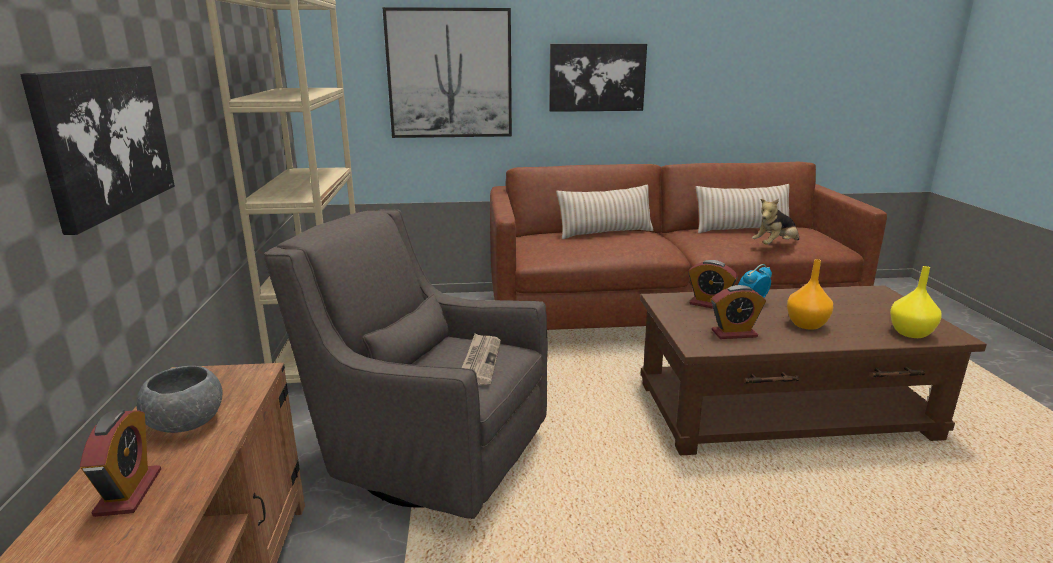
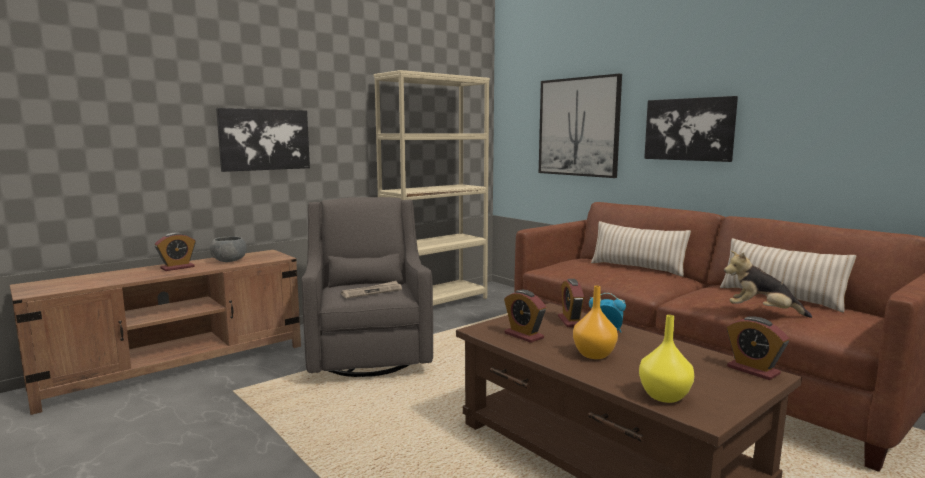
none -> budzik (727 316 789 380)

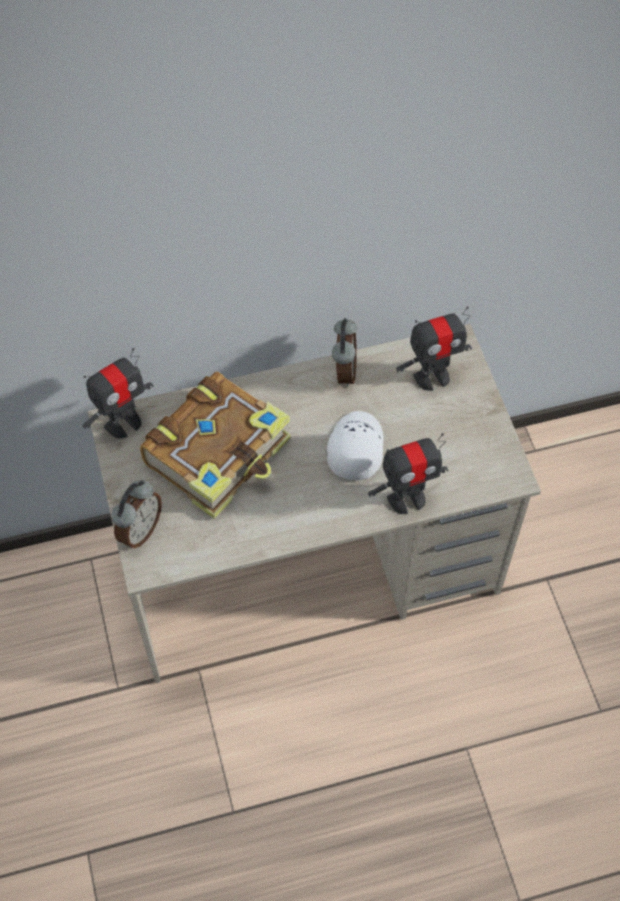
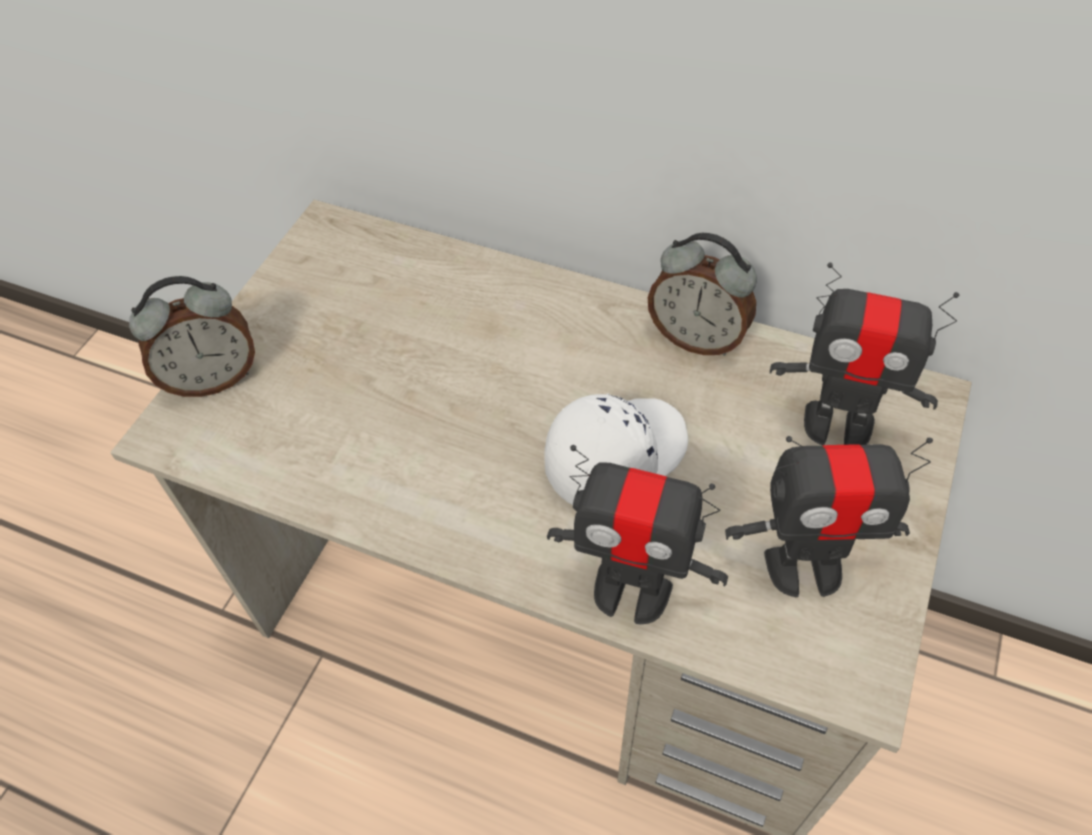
budzik (332 318 357 387) -> budzik (648 233 757 356), 75 degrees clockwise
robot zabawkowy (83 348 154 439) -> robot zabawkowy (725 436 933 597), moved
książka (140 371 291 519) -> none

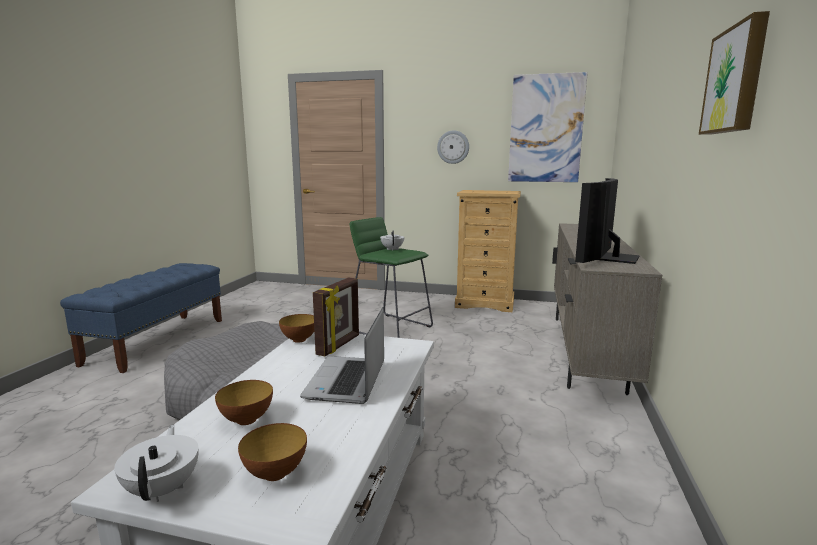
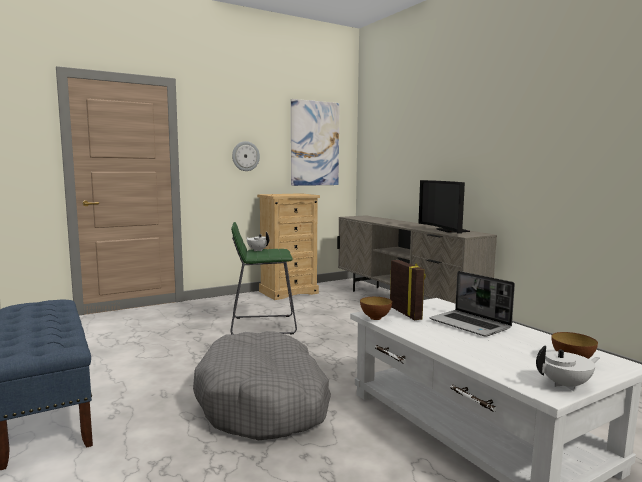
obraz (699 11 770 135) -> none
miska (215 380 273 425) -> none
imbryk [biały] (114 425 199 502) -> imbryk [biały] (536 345 600 391), 135 degrees clockwise

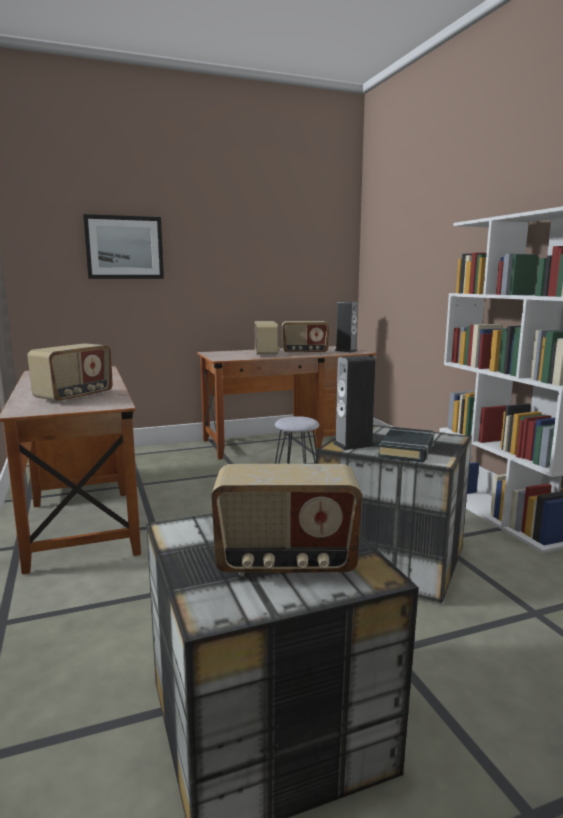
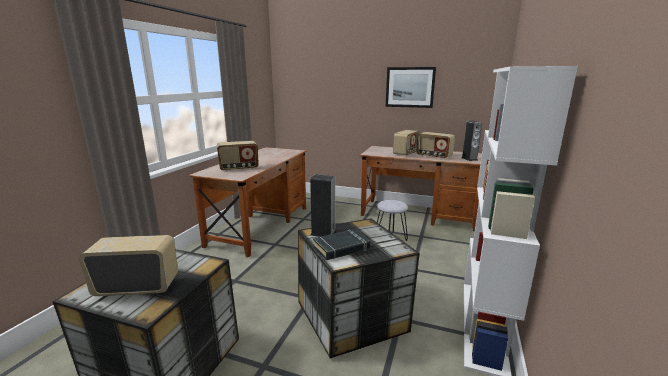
obraz (83 214 164 279) -> obraz (386 67 436 108), moved
radio (211 464 362 576) -> radio (79 235 178 296), 135 degrees clockwise

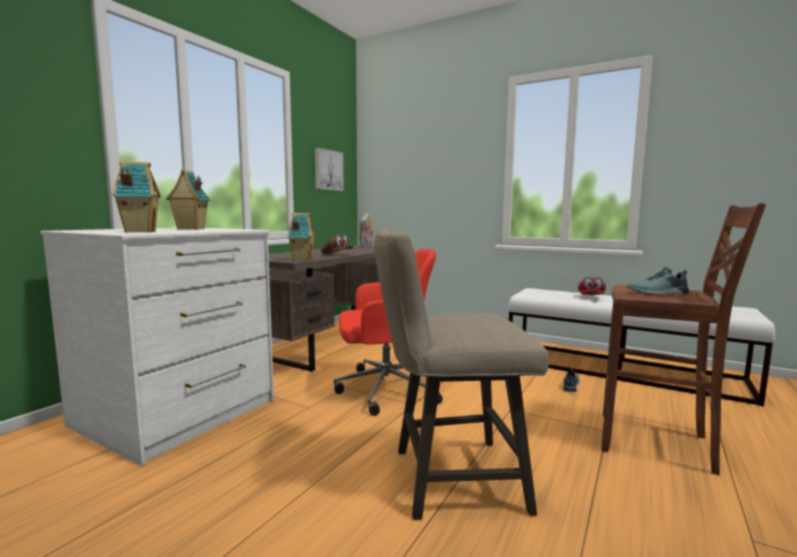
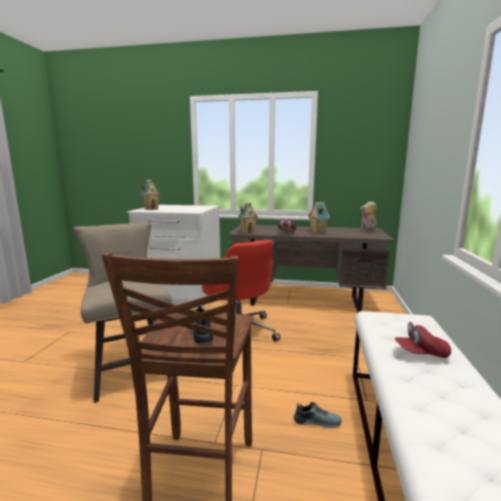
obraz (315 148 344 191) -> none
domek (166 169 211 230) -> domek (308 202 330 234), moved

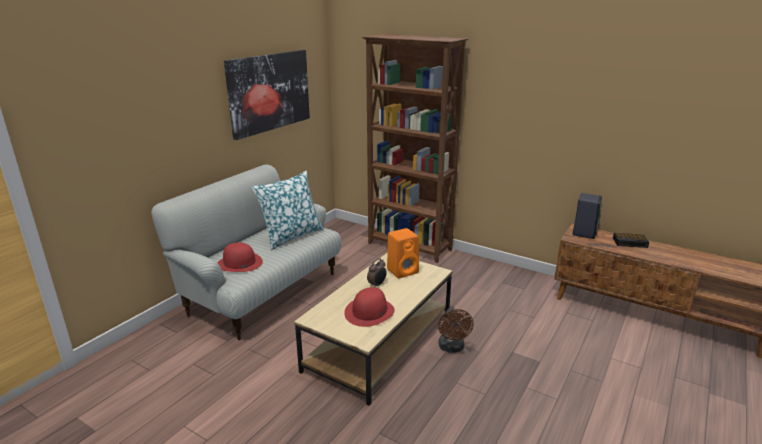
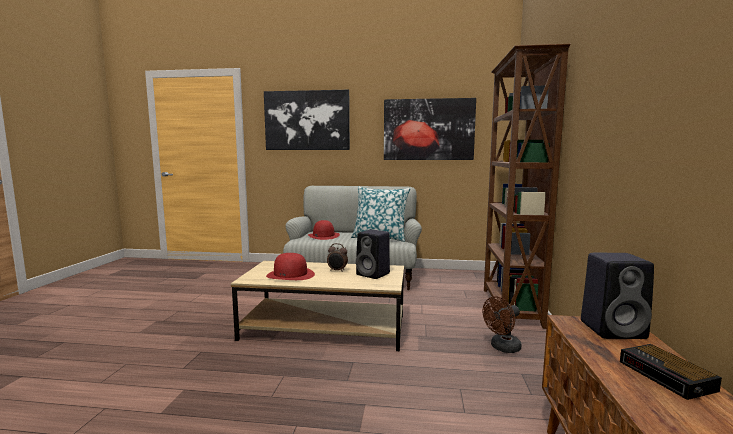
głośnik [pomarańczowy] (387 228 419 278) -> głośnik [czarny] (356 229 390 279)
wentylator [brązowy] (438 308 474 353) -> wentylator [brązowy] (482 296 521 353), moved
none -> obraz (264 90 350 150)

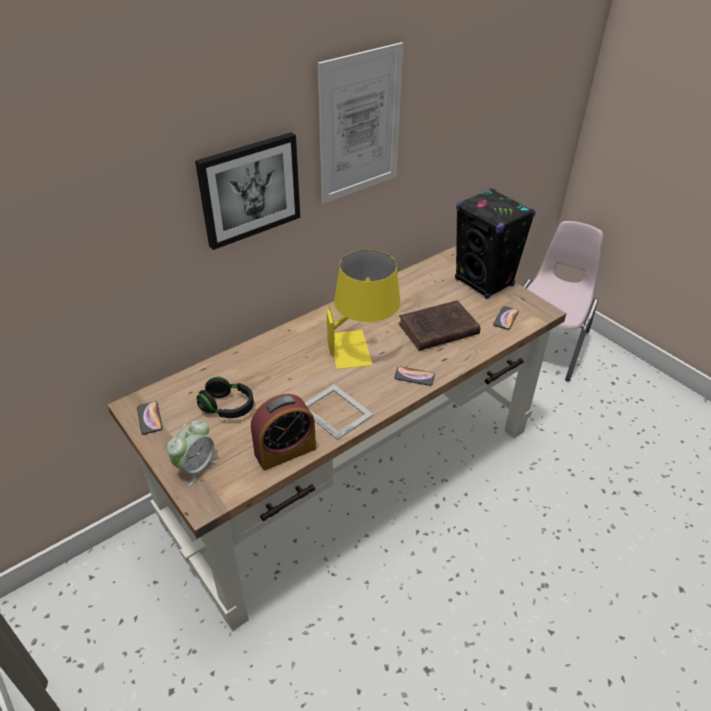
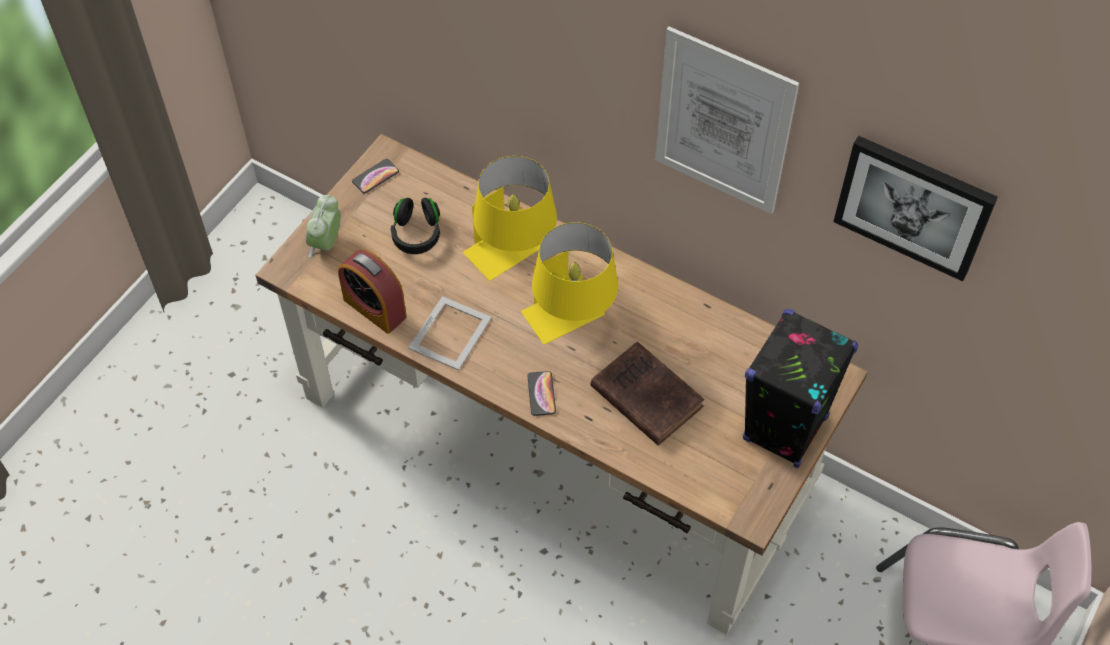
obraz (195 132 300 250) -> obraz (833 136 998 281), moved
telefon (493 306 519 330) -> none
budzik (167 420 218 486) -> budzik (306 195 341 258), 90 degrees clockwise
none -> lampa stołowa [żółty] (463 156 557 281)

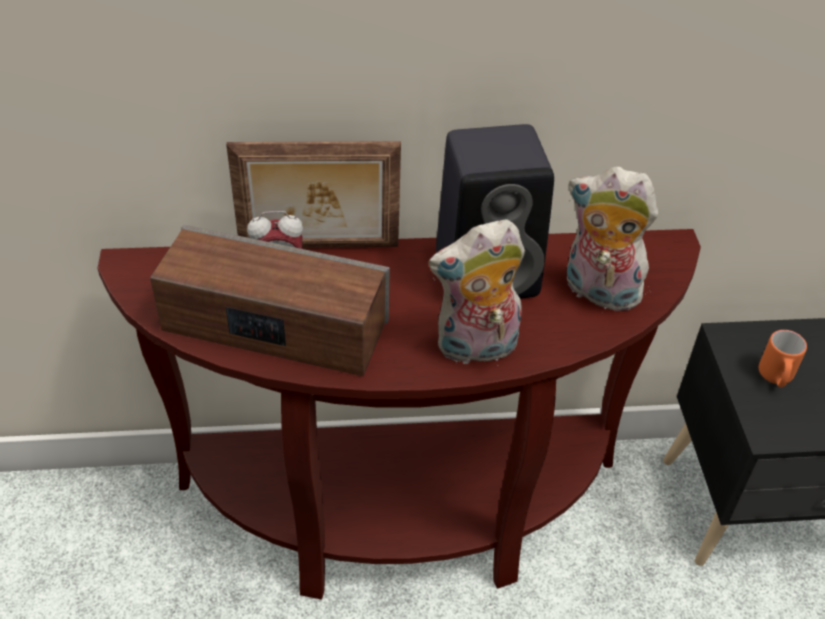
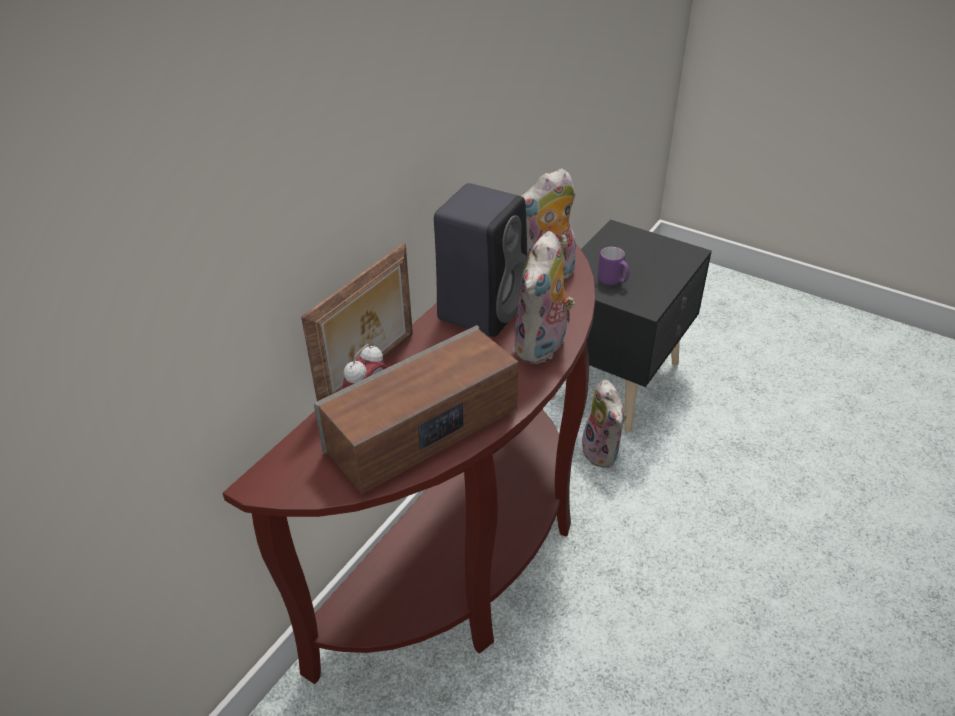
kubek [pomarańczowy] (759 330 807 387) -> kubek [fioletowy] (598 247 630 285)
none -> pluszak (582 380 627 468)

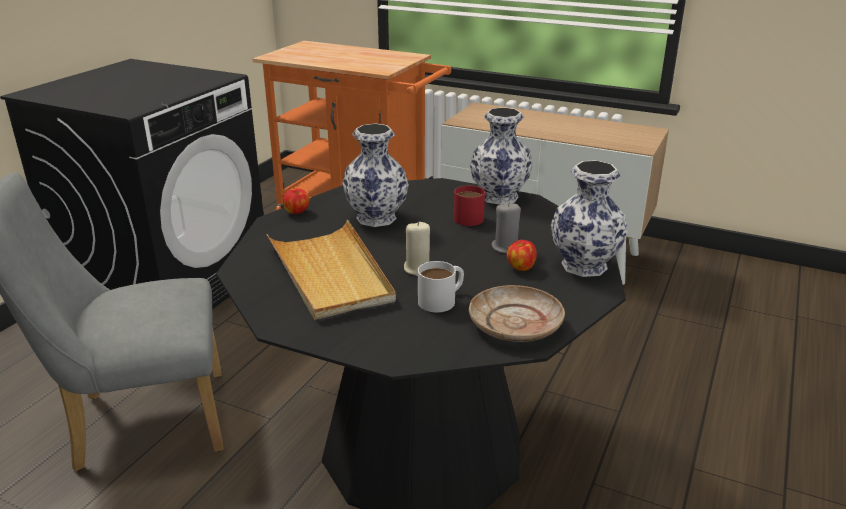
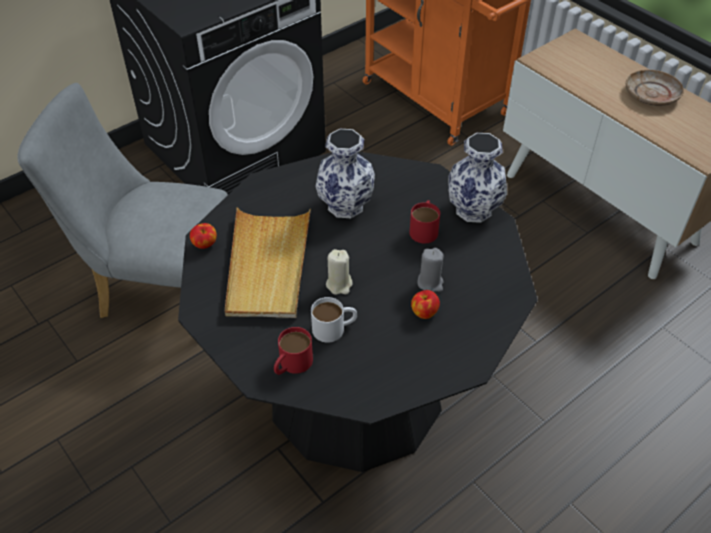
wazon (551 160 628 277) -> none
jabłko (283 188 310 214) -> jabłko (190 223 217 249), moved
talerz [beżowy] (469 285 565 342) -> talerz [beżowy] (626 70 684 106), moved
none -> kubek [czerwony] (274 327 313 375)

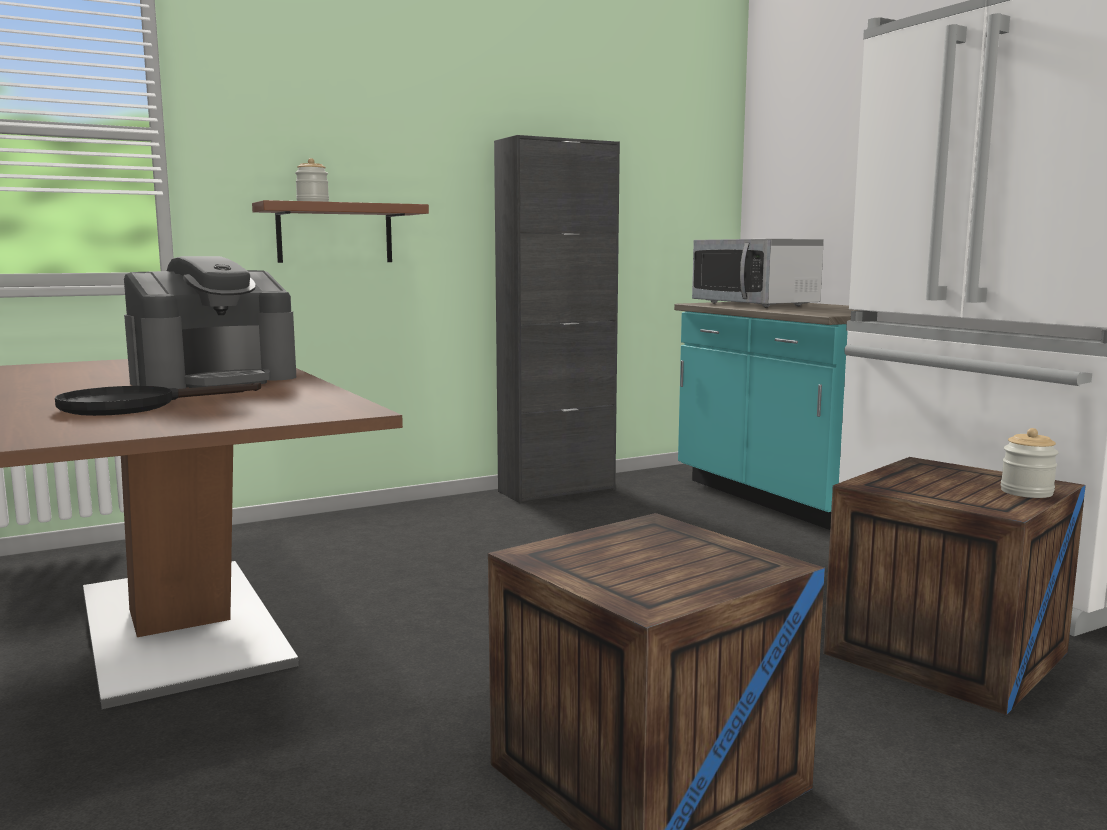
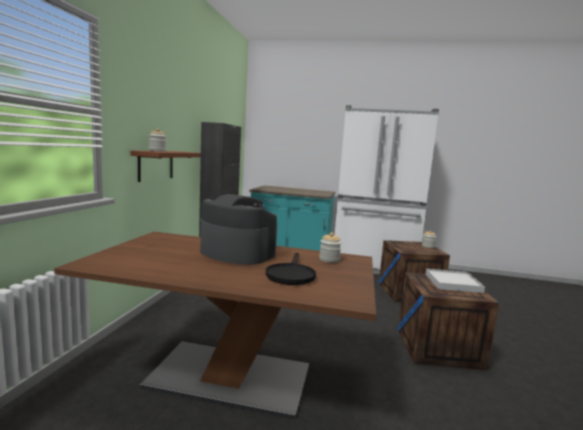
mikrofalówka (692 239 824 308) -> none
ekspres do kawy (124 256 296 389) -> ekspres do kawy (200 194 277 265), 60 degrees counterclockwise
none -> słoik (319 232 341 263)
none -> taca [biały] (426 269 485 293)

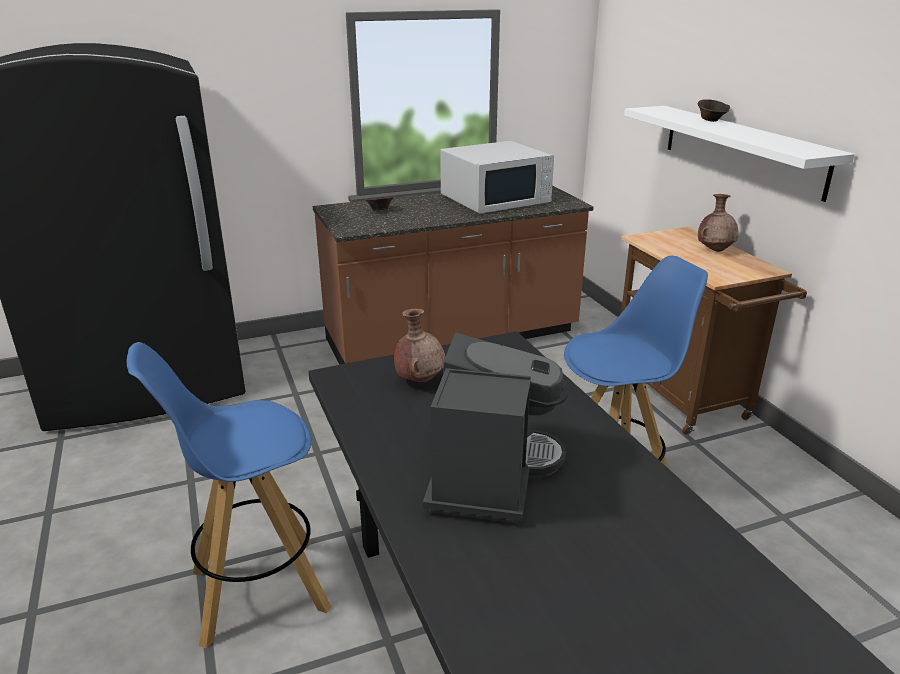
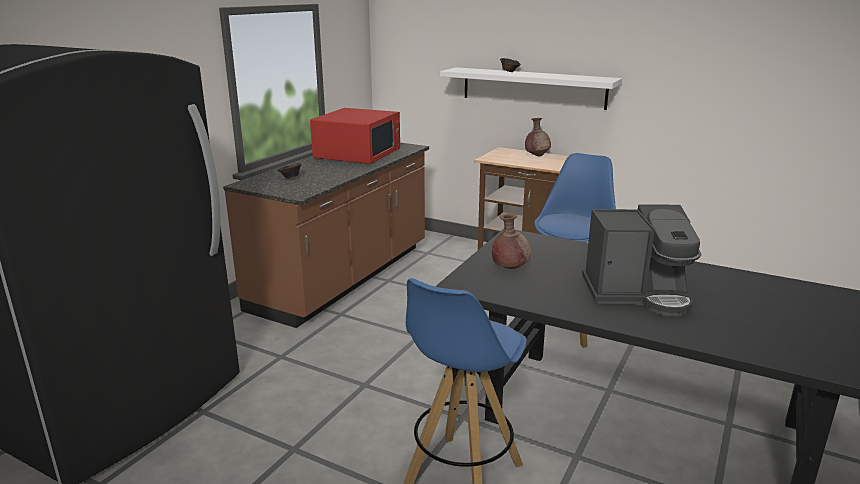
mikrofalówka [biały] (440 141 554 214) -> mikrofalówka [czerwony] (310 108 400 164)
ekspres do kawy (423 333 568 523) -> ekspres do kawy (582 205 701 317), 120 degrees clockwise

